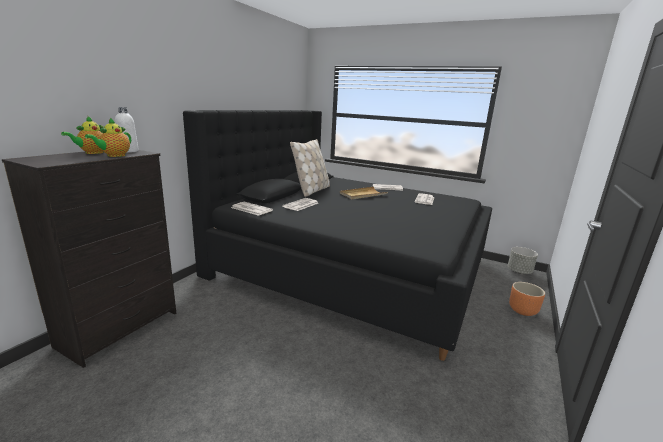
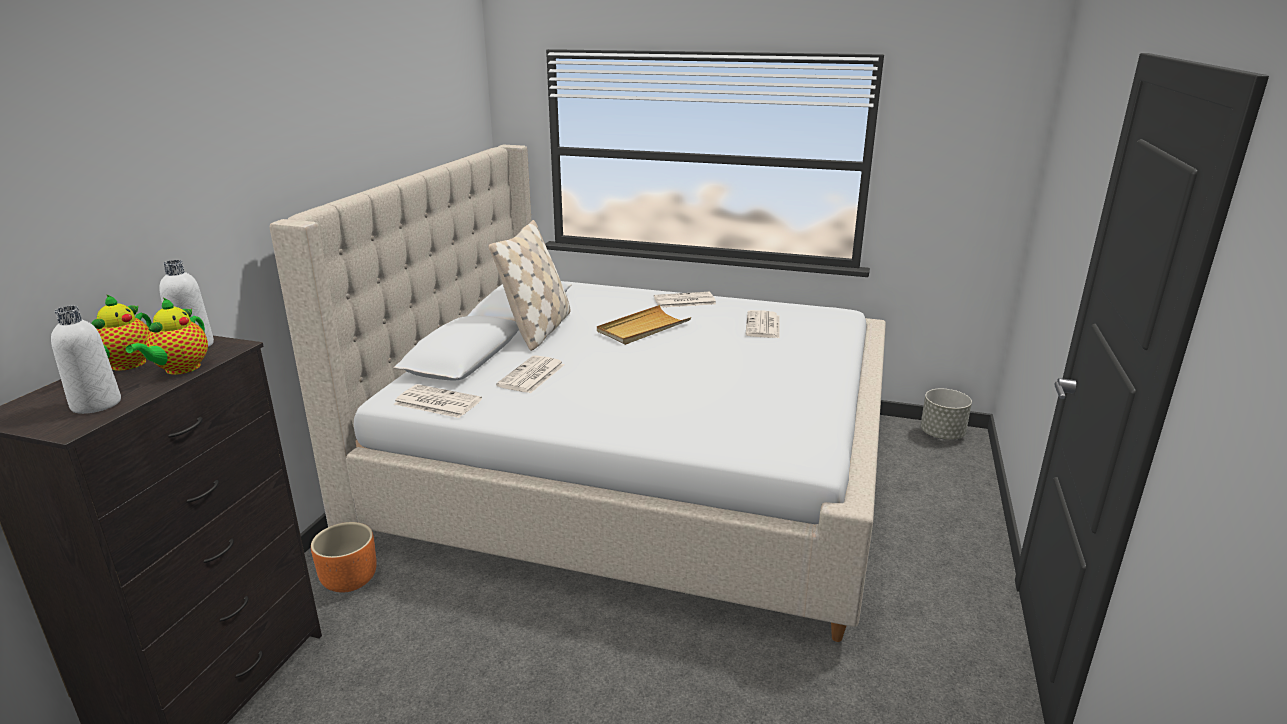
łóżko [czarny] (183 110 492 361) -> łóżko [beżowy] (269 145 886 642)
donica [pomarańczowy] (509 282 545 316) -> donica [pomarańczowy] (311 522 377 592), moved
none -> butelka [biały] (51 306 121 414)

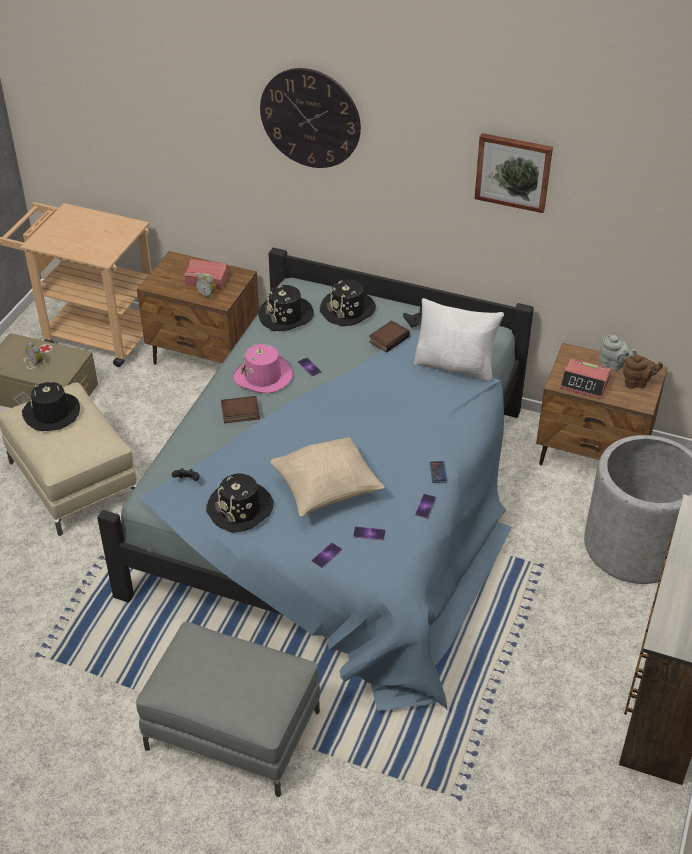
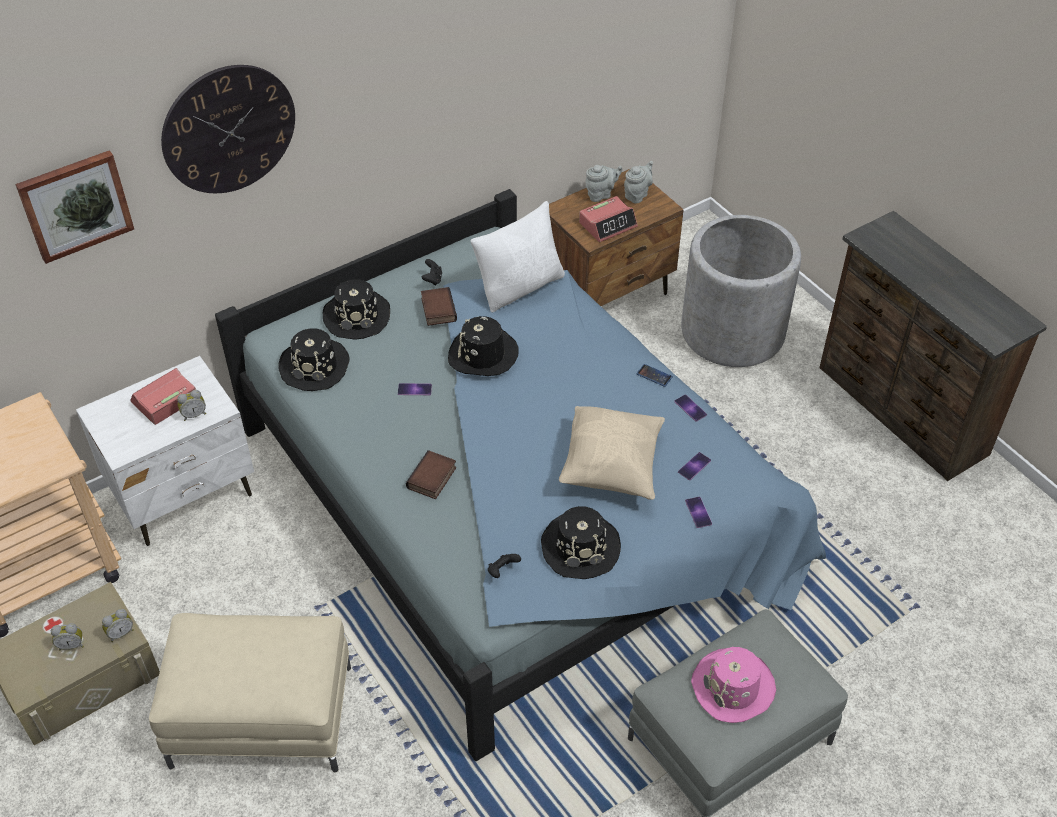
obraz (475 133 553 213) -> obraz (15 150 134 264), moved
szafka nocna [brązowy] (137 251 259 365) -> szafka nocna [biały] (76 356 254 546)
kapelusz [różowy] (233 344 293 393) -> kapelusz [różowy] (691 647 776 723), moved
imbryk [brązowy] (623 355 663 389) -> imbryk [szary] (624 161 653 204)
kapelusz [czarny] (22 381 80 431) -> kapelusz [czarny] (448 316 519 376), moved
none -> budzik (102 609 134 642)

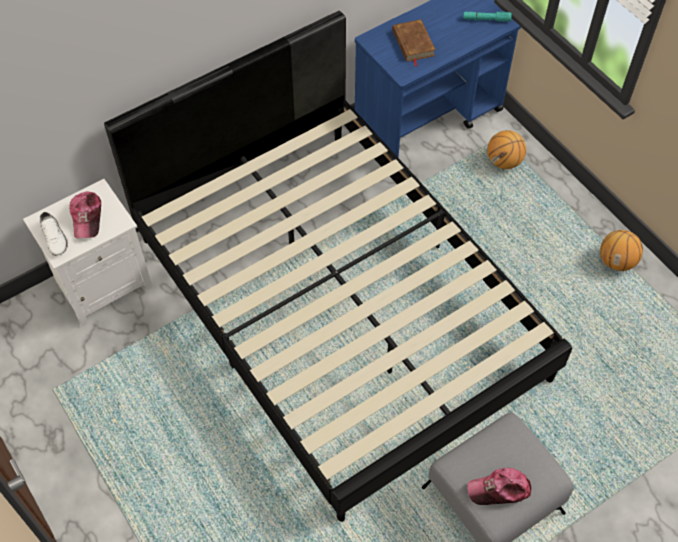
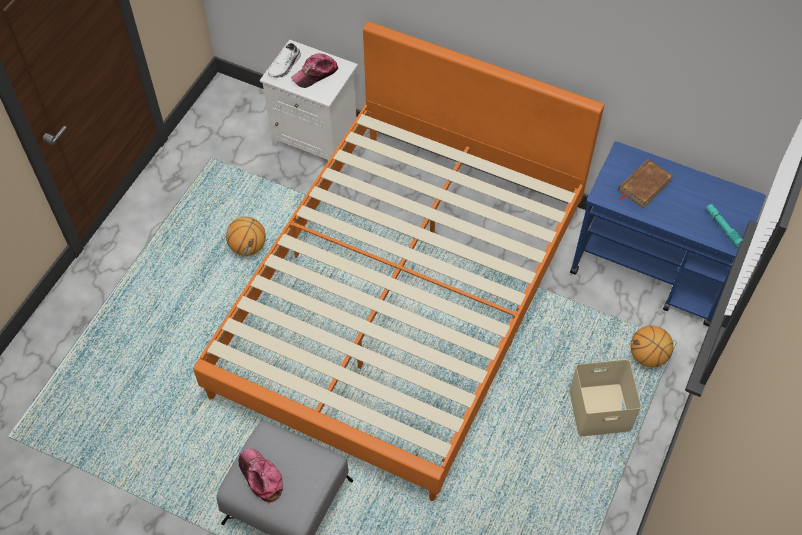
łóżko [czarny] (104 11 572 522) -> łóżko [pomarańczowy] (193 21 604 501)
piłka do koszykówki (600 230 643 271) -> piłka do koszykówki (226 217 266 256), moved
none -> pojemnik do przechowywania [beżowy] (569 359 641 436)

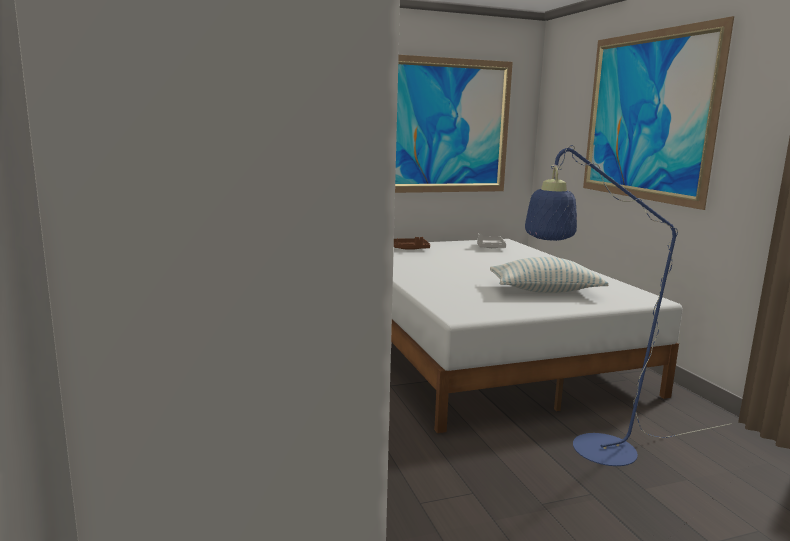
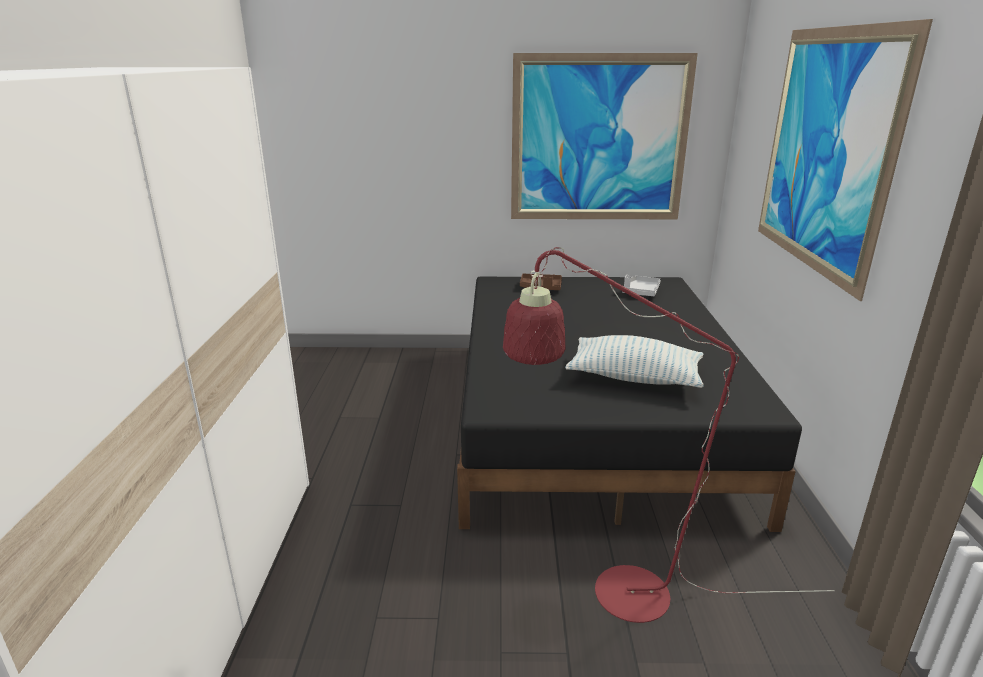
lampa stojąca [niebieski] (525 145 732 466) -> lampa stojąca [czerwony] (503 247 835 623)
łóżko [biały] (391 239 683 433) -> łóżko [czarny] (457 277 802 532)

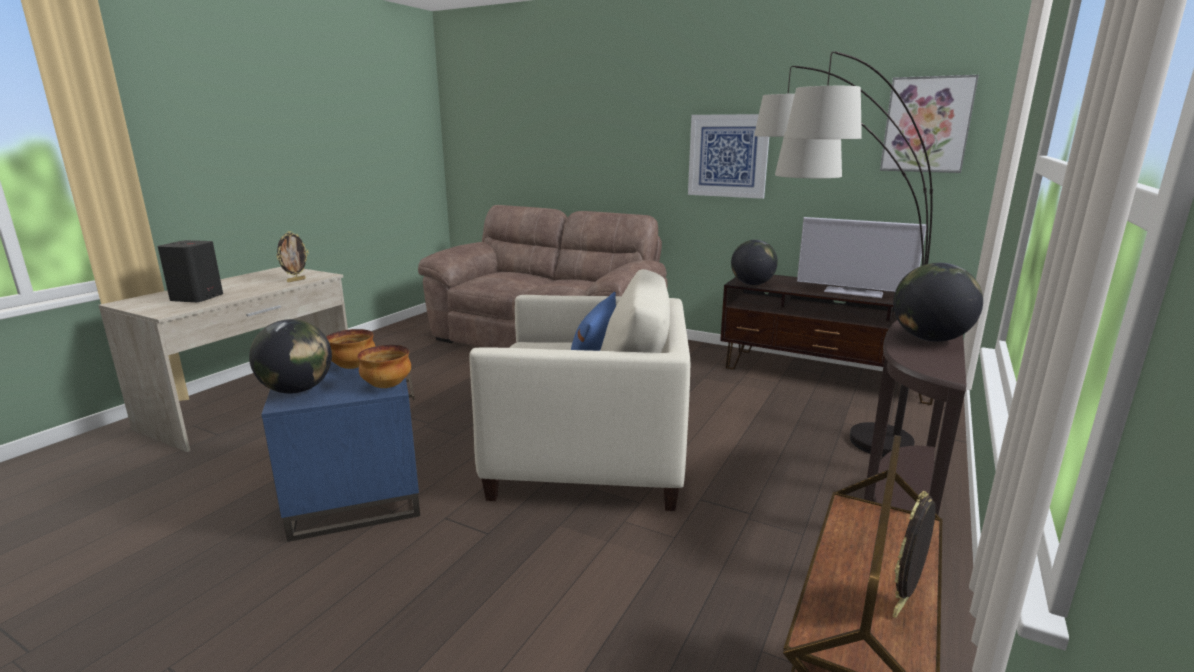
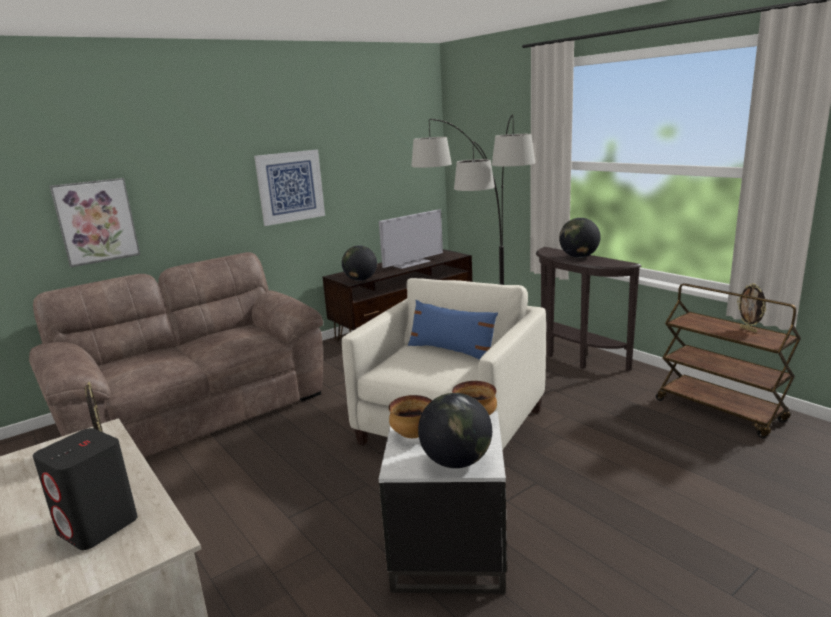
obraz (880 75 979 173) -> obraz (50 178 140 267), moved
stolik [niebieski] (261 362 420 542) -> stolik [biały] (379 411 507 594)

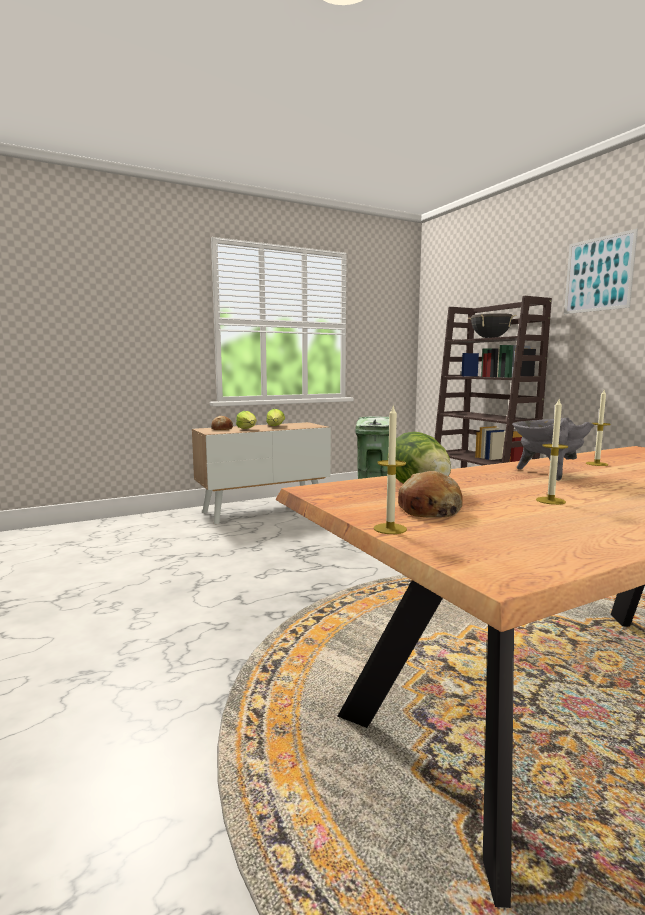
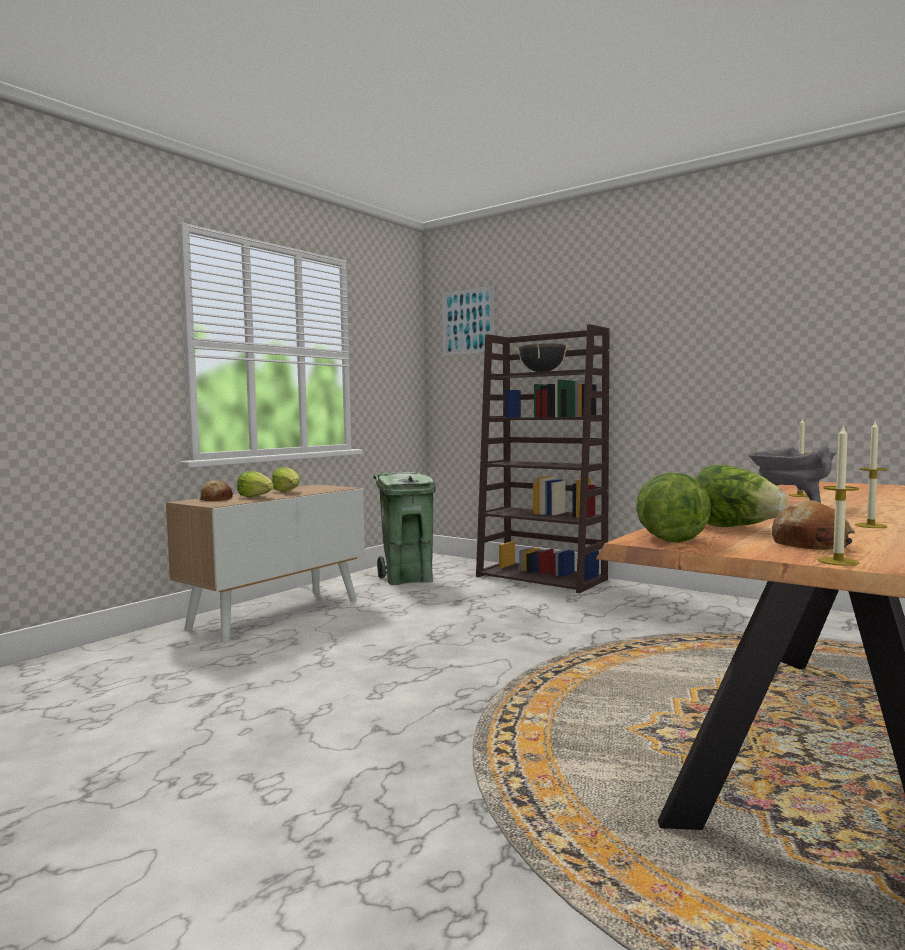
obraz (564 229 638 314) -> obraz (442 286 494 356), moved
none -> sałata (636 473 711 543)

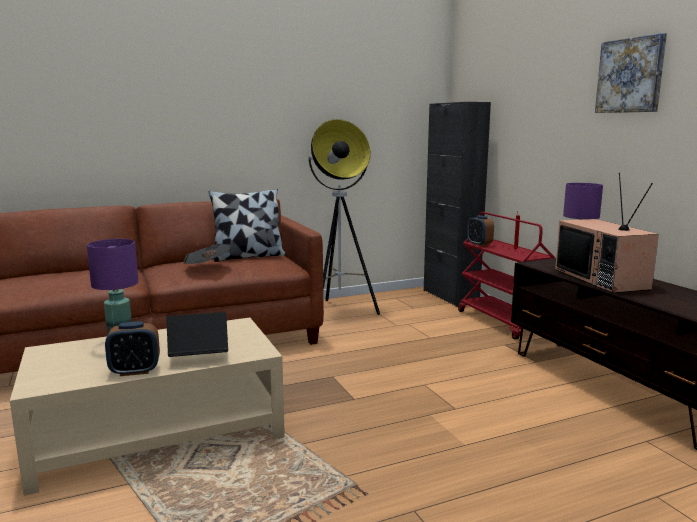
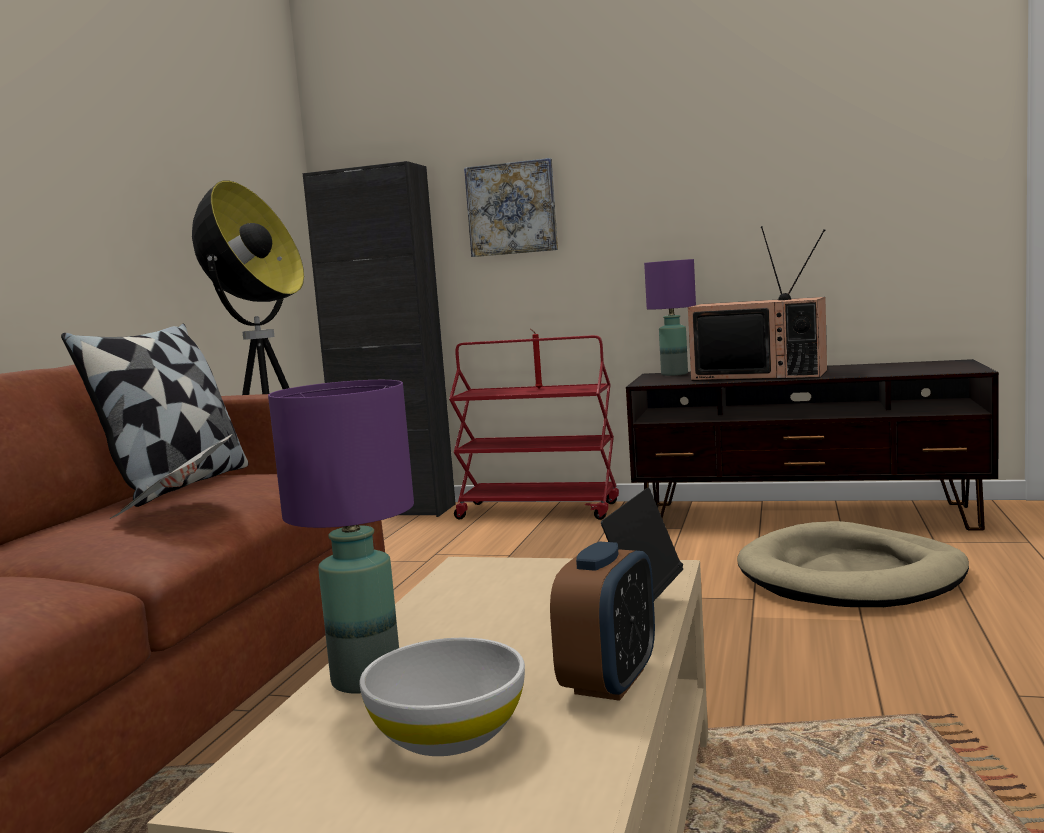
obraz (595 33 667 113) -> obraz (464 158 558 257), moved
budzik (467 215 494 246) -> none
none -> legowisko [beżowy] (737 521 969 607)
none -> miska [biały] (359 637 525 756)

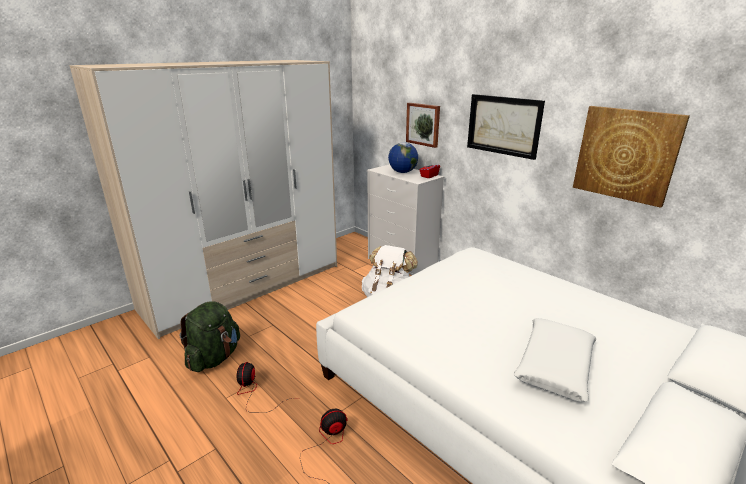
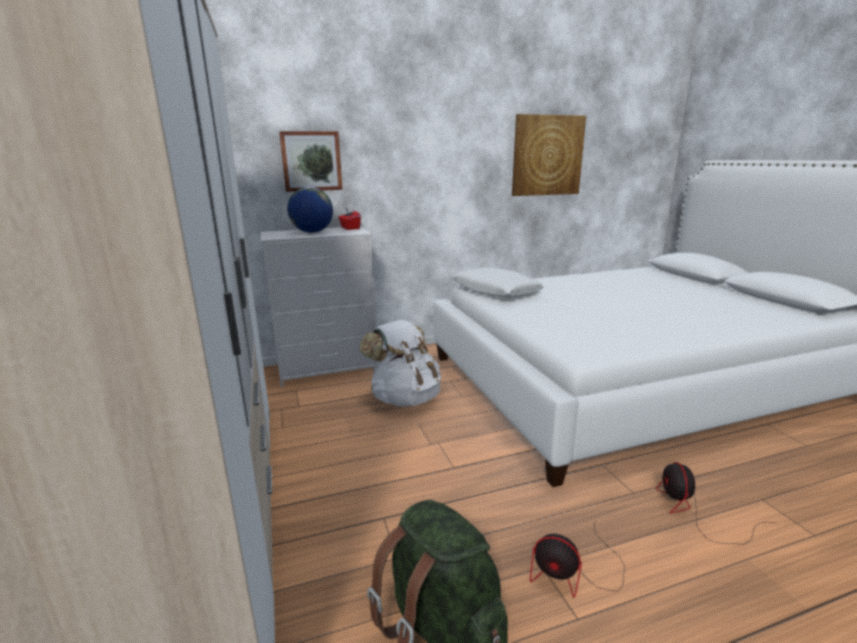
obraz (467 94 545 160) -> none
poduszka [biały] (514 318 596 402) -> poduszka [biały] (452 268 544 297), moved

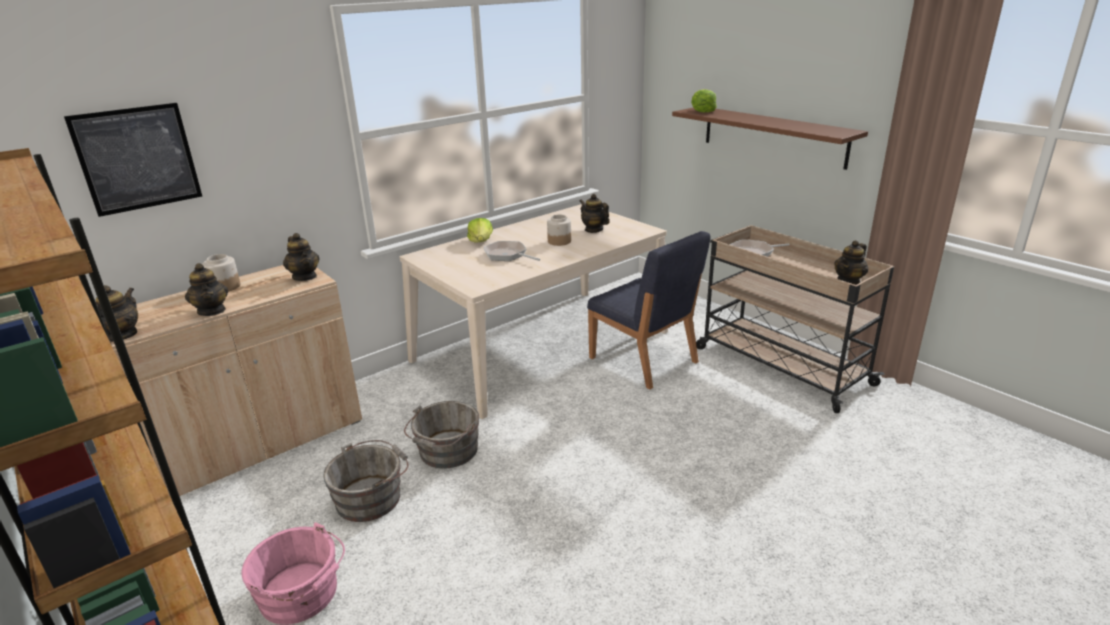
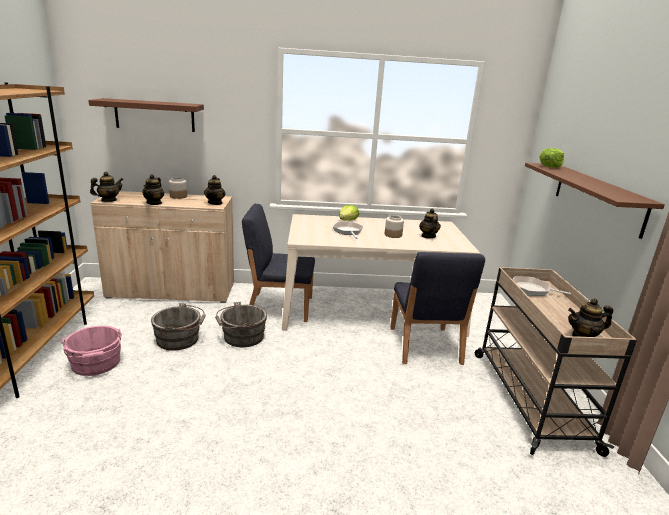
obraz (64 103 202 217) -> półka [brązowy] (88 98 204 132)
none -> krzesło [niebieski] (242 204 315 322)

